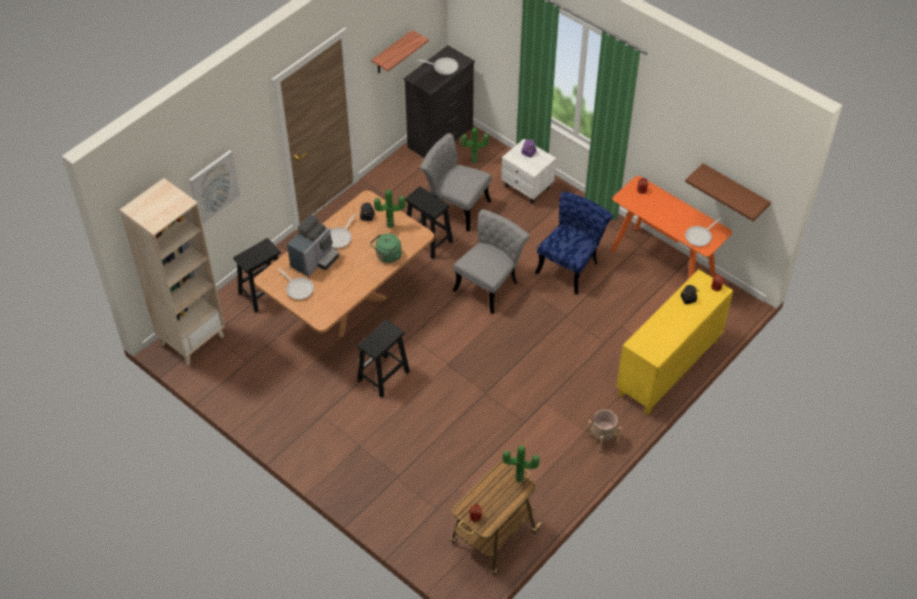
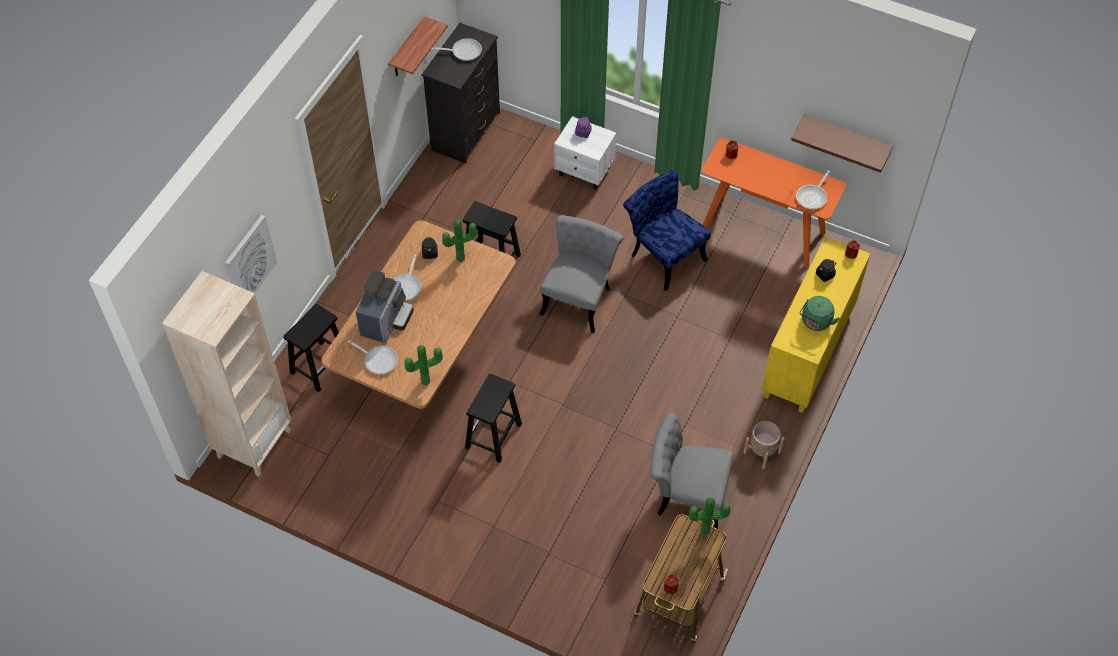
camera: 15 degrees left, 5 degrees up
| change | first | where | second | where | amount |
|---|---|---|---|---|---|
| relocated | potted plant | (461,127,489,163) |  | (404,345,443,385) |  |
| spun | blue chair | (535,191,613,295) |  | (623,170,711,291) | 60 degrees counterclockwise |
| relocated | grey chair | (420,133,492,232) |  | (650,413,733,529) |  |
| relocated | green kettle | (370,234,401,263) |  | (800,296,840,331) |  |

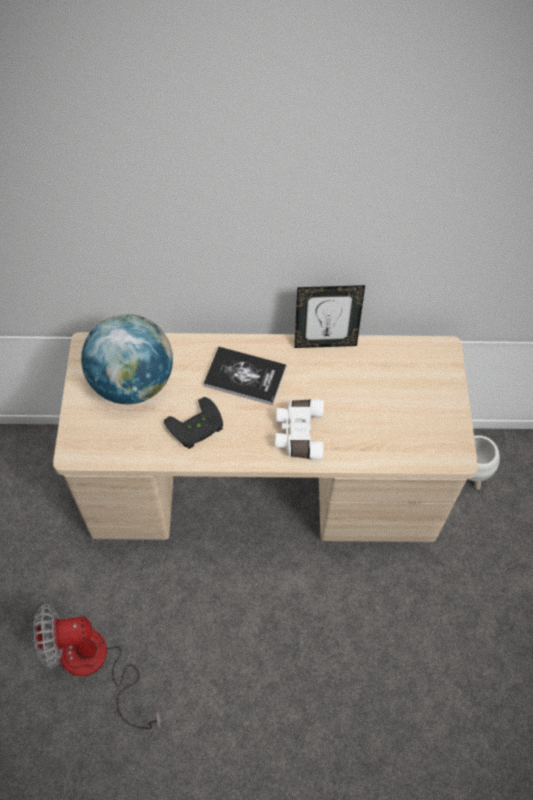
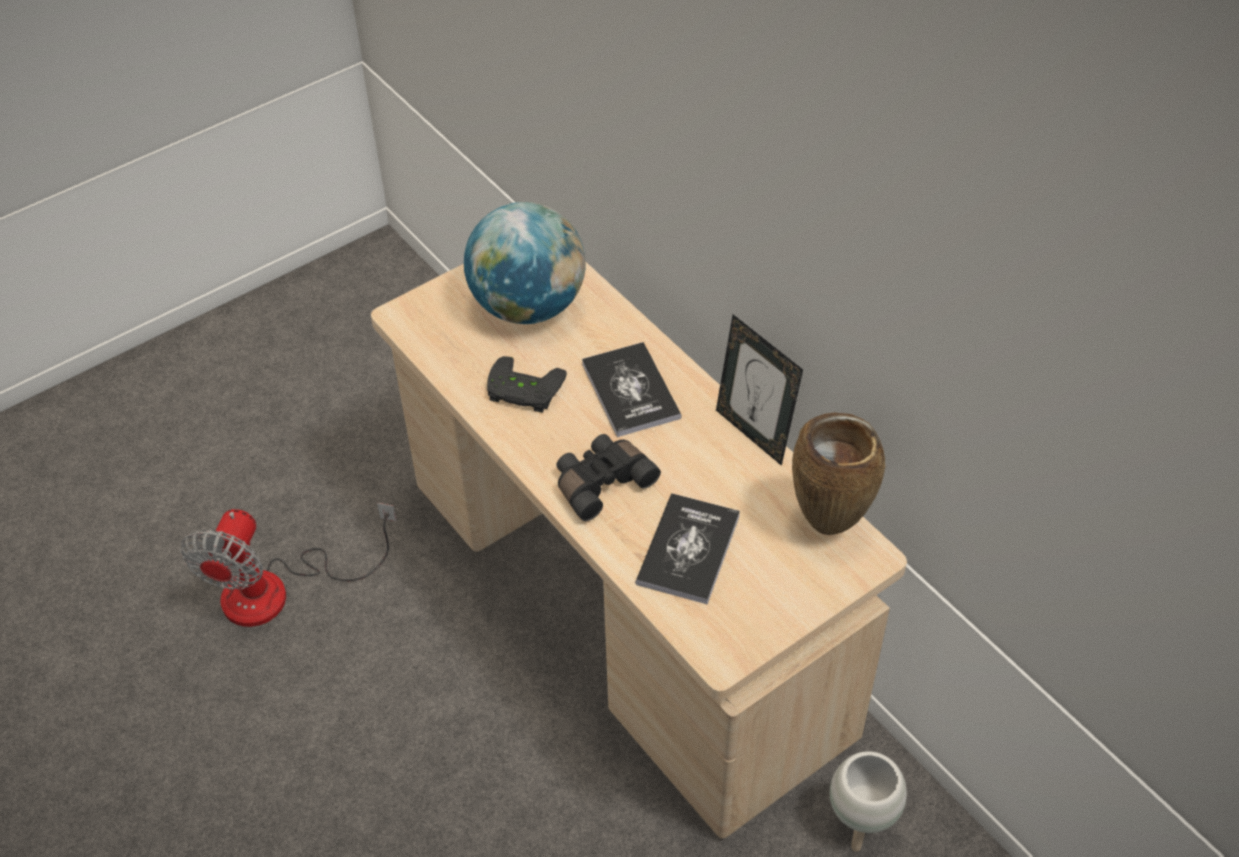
camera: 55 degrees right, 10 degrees down
| change | first | where | second | where | amount |
|---|---|---|---|---|---|
| spun | fan | (34,604,160,729) |  | (180,503,397,627) | 120 degrees counterclockwise |
| colour | white binoculars | (275,399,324,460) | black binoculars | (557,434,661,521) |  |
| appeared |  |  | book | (636,493,740,604) |  |
| appeared |  |  | brown vase | (792,413,885,535) |  |

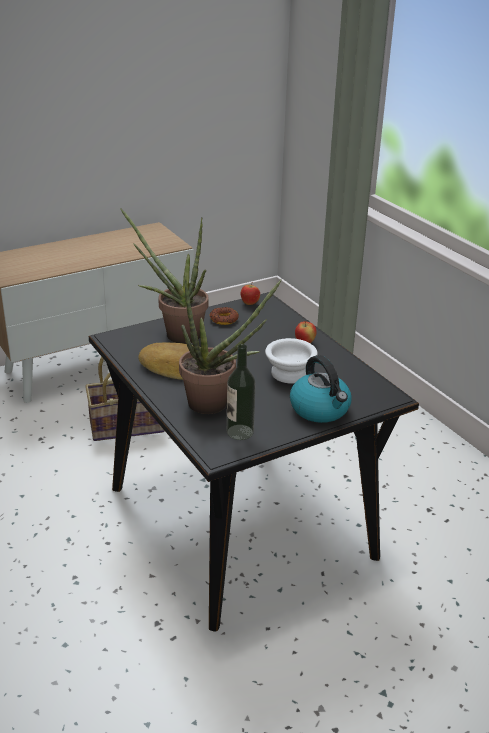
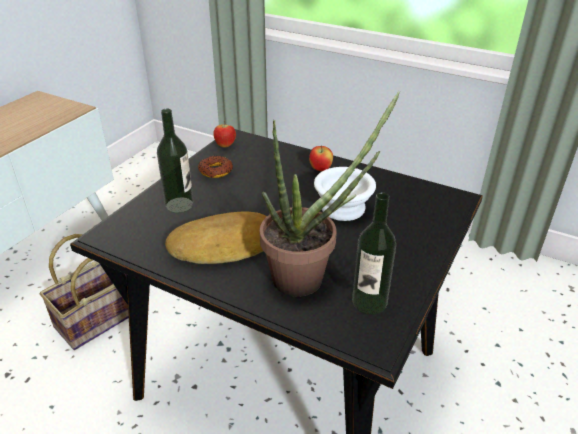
camera: 30 degrees left, 5 degrees up
| change | first | where | second | where | amount |
|---|---|---|---|---|---|
| exchanged | potted plant | (120,208,209,344) | bottle | (157,109,194,213) |  |
| missing | kettle | (290,355,352,423) |  |  |  |

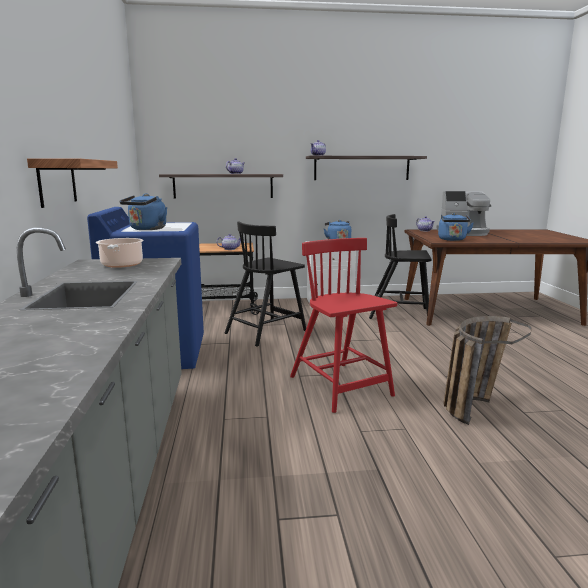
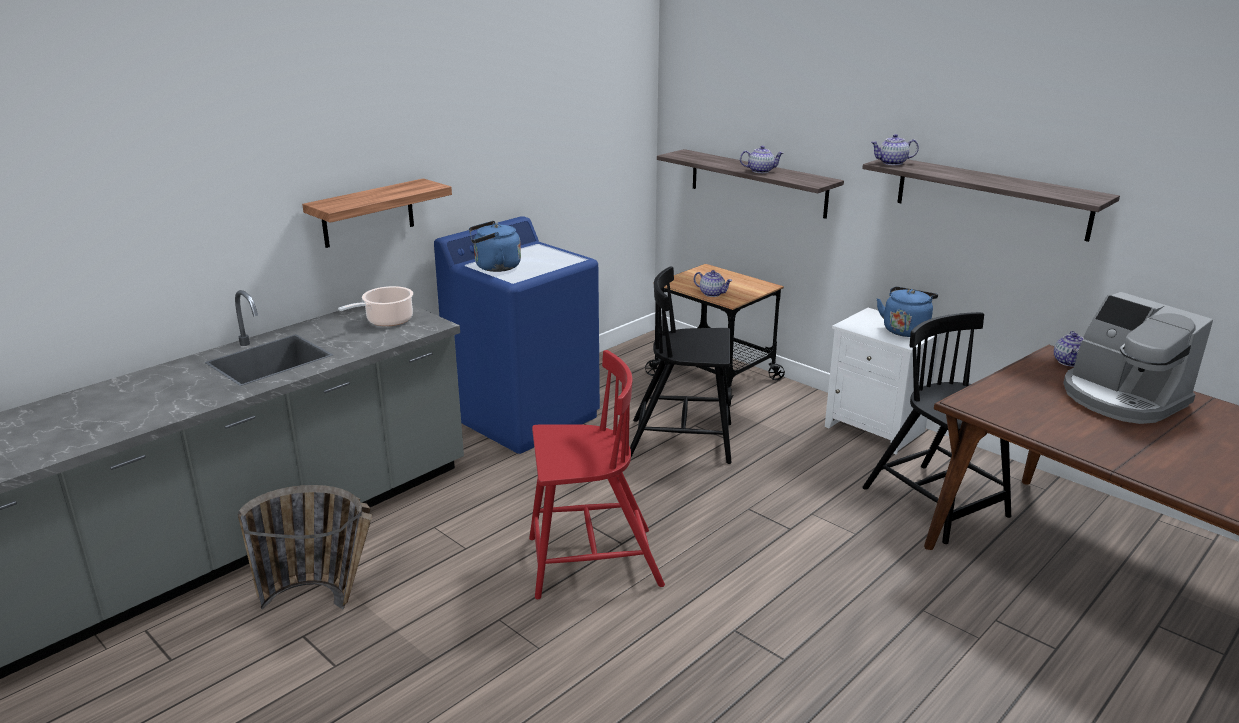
camera: 50 degrees right, 10 degrees up
| change | first | where | second | where | amount |
|---|---|---|---|---|---|
| relocated | basket | (443,316,531,425) |  | (238,485,372,610) |  |
| spun | red chair | (290,238,397,413) |  | (529,350,665,599) | 60 degrees clockwise |
| missing | blue kettle | (438,213,474,241) |  |  |  |

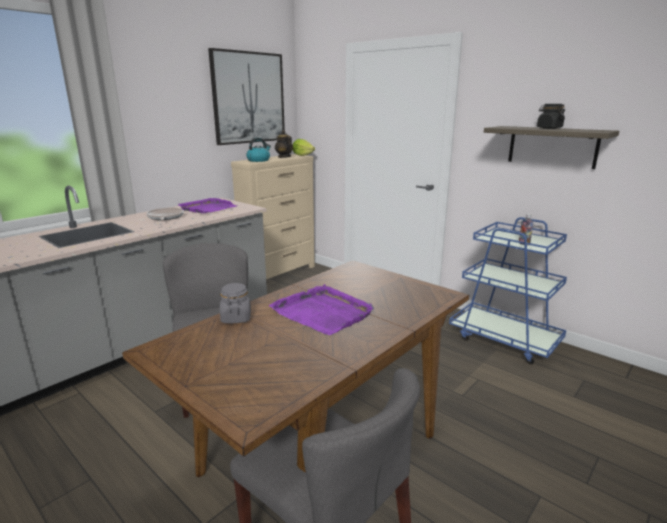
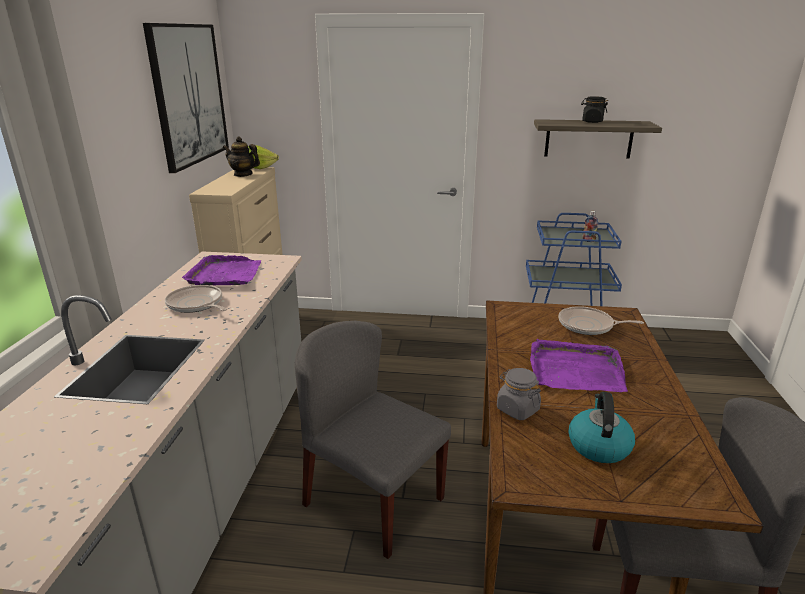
camera: 35 degrees left, 5 degrees up
| change | first | where | second | where | amount |
|---|---|---|---|---|---|
| appeared |  |  | frying pan | (558,306,644,335) |  |
| relocated | kettle | (246,138,271,162) |  | (568,392,635,463) |  |

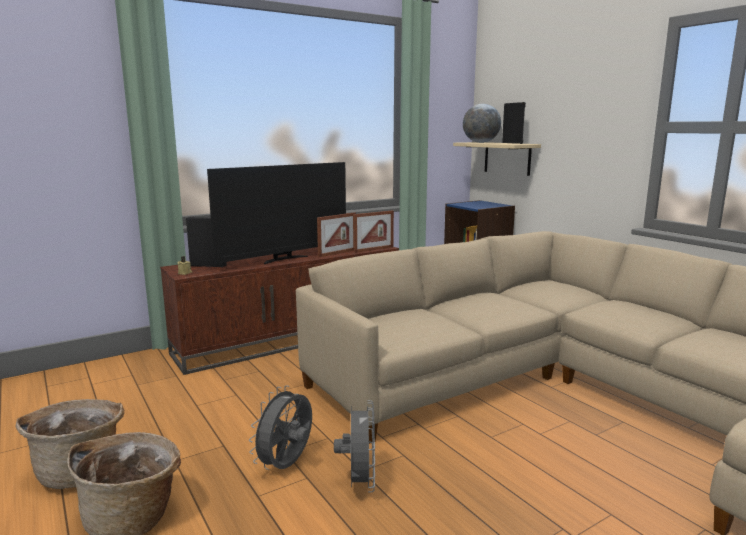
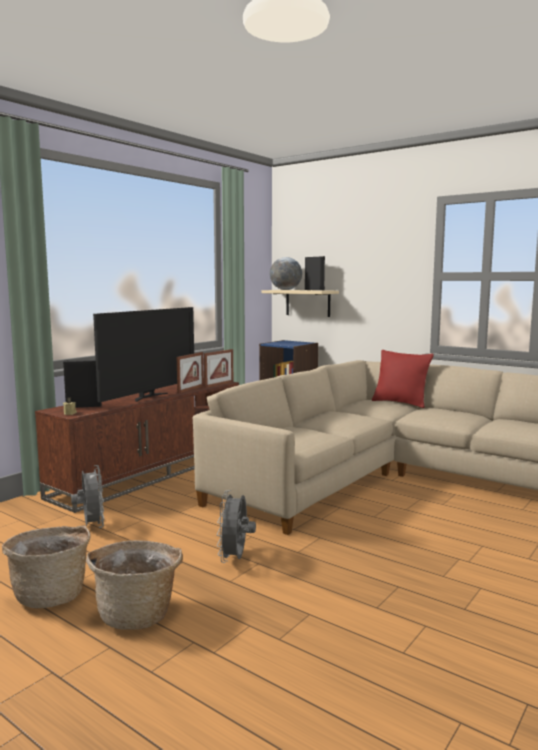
camera: 20 degrees left, 5 degrees down
| change | first | where | second | where | amount |
|---|---|---|---|---|---|
| relocated | grey fan | (334,400,375,493) |  | (71,465,104,528) |  |
| appeared |  |  | red pillow | (372,350,434,408) |  |

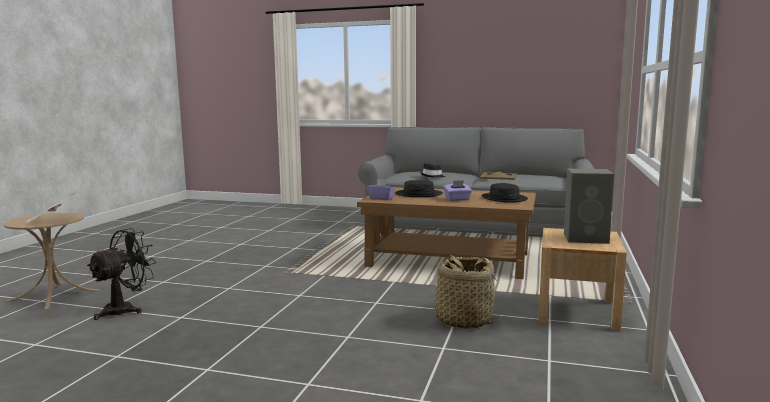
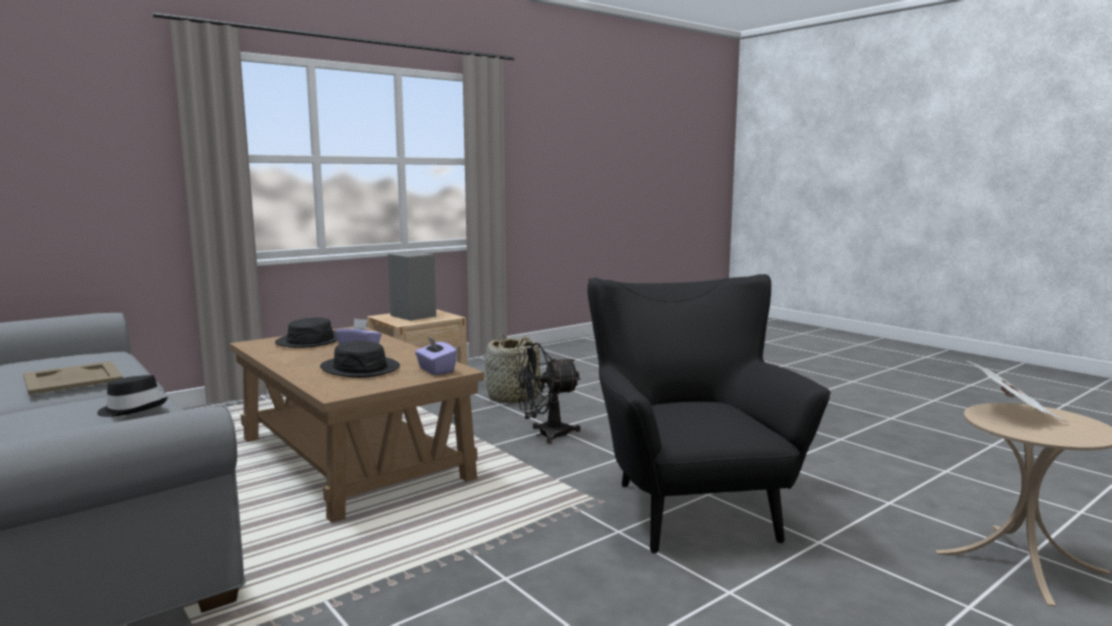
camera: 145 degrees left, 0 degrees up
| change | first | where | second | where | amount |
|---|---|---|---|---|---|
| relocated | black fan | (87,228,156,320) |  | (513,343,581,444) |  |
| appeared |  |  | black armchair | (587,274,831,553) |  |

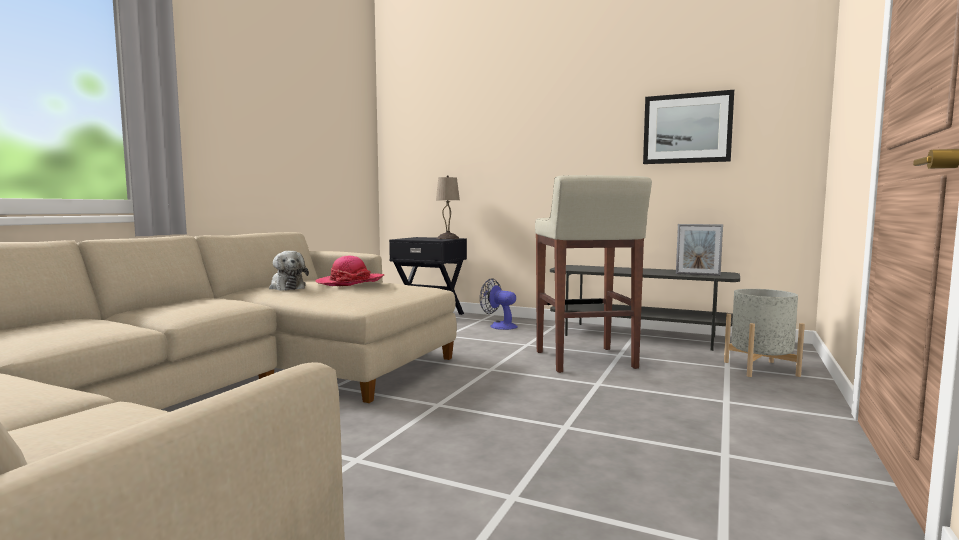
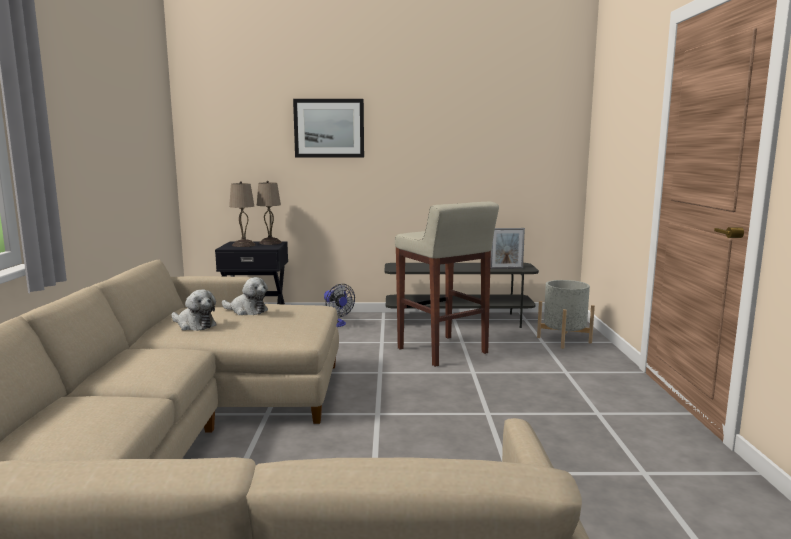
camera: 25 degrees left, 5 degrees up
| change | first | where | second | where | amount |
|---|---|---|---|---|---|
| exchanged | hat | (315,256,385,286) | plush toy | (222,277,268,315) |  |
| appeared |  |  | beige table lamp | (229,181,256,247) |  |
| relocated | picture | (643,90,734,164) |  | (293,99,364,157) |  |
| spun | fan | (480,278,518,330) |  | (324,284,355,327) | 135 degrees counterclockwise |

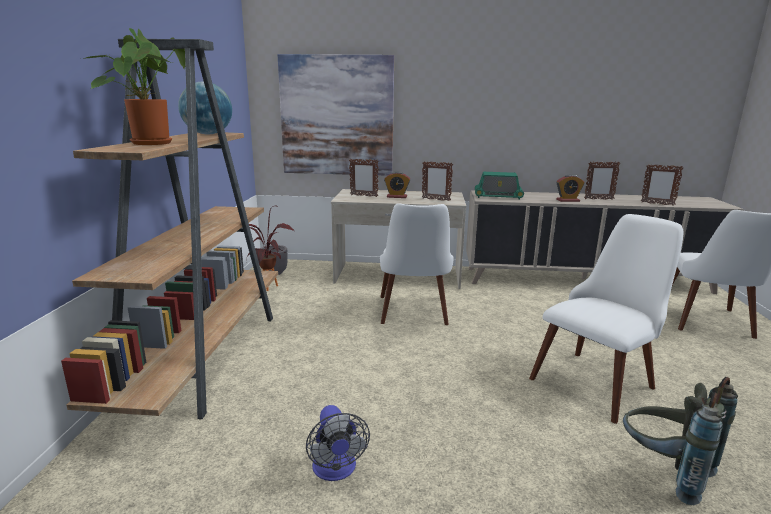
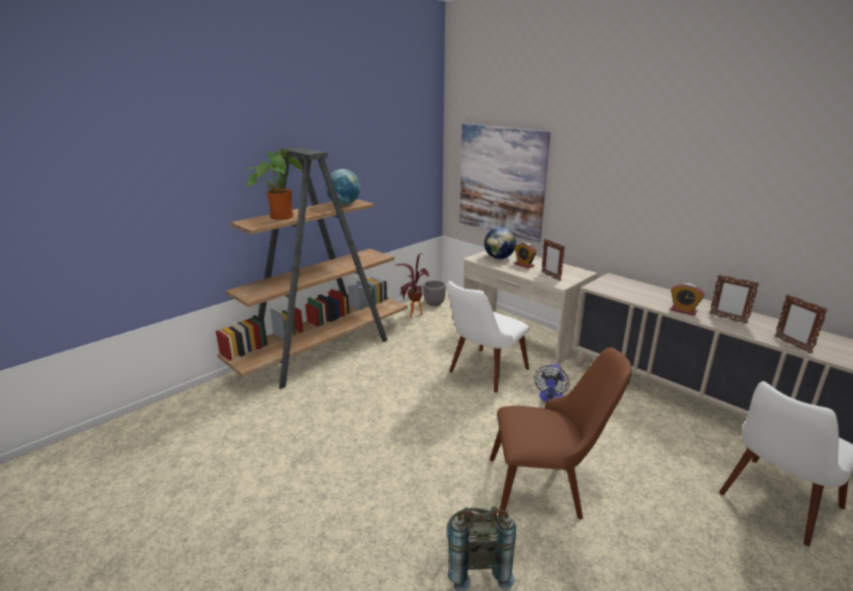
camera: 40 degrees right, 5 degrees up
| change | first | where | second | where | amount |
|---|---|---|---|---|---|
| exchanged | picture frame | (349,159,379,197) | globe | (484,227,516,259) |  |
| colour | white chair | (529,214,683,424) | brown chair | (490,347,632,519) |  |
| relocated | fan | (306,405,370,481) |  | (534,364,569,402) |  |
| missing | radio | (475,172,524,200) |  |  |  |

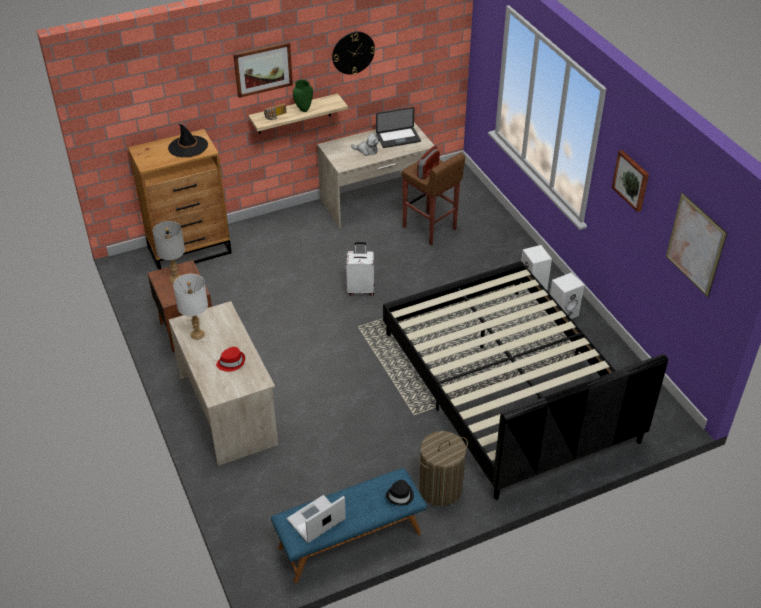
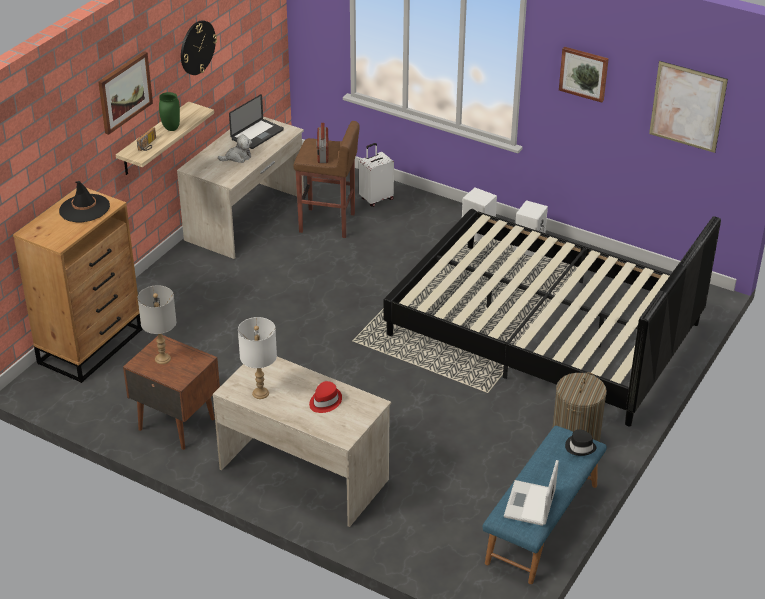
camera: 35 degrees left, 5 degrees down
| change | first | where | second | where | amount |
|---|---|---|---|---|---|
| relocated | white suitcase | (346,242,375,296) |  | (359,143,394,207) |  |

